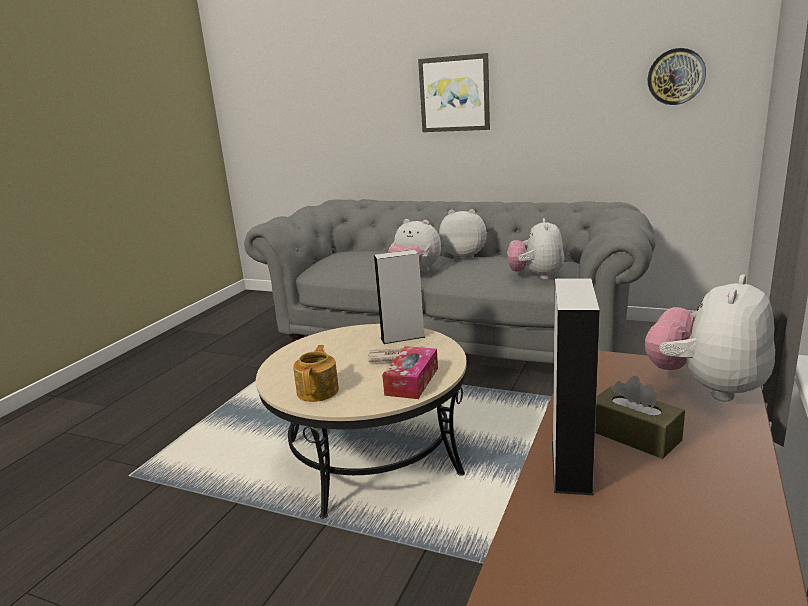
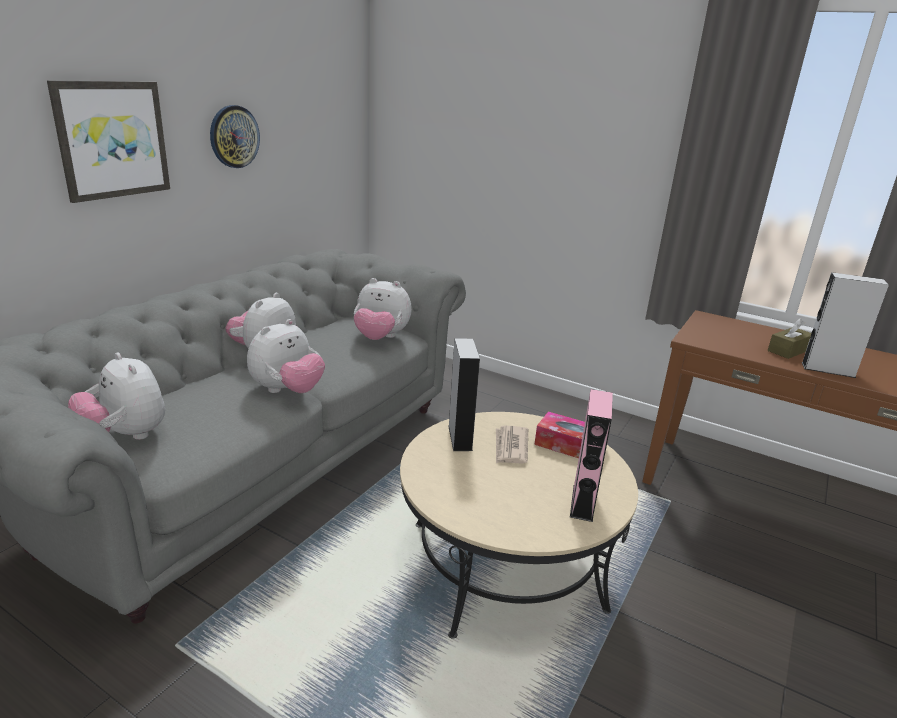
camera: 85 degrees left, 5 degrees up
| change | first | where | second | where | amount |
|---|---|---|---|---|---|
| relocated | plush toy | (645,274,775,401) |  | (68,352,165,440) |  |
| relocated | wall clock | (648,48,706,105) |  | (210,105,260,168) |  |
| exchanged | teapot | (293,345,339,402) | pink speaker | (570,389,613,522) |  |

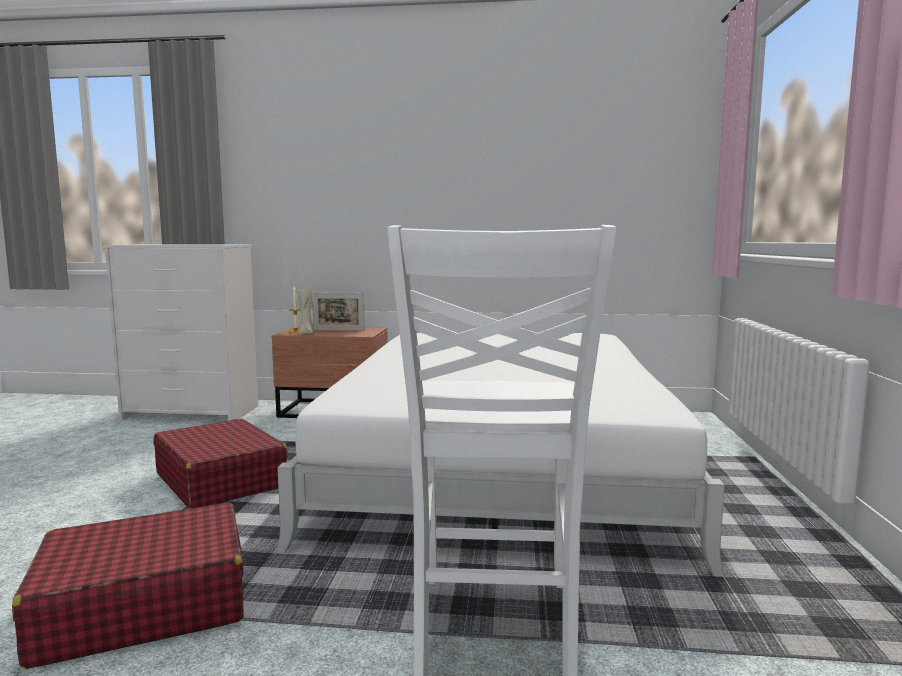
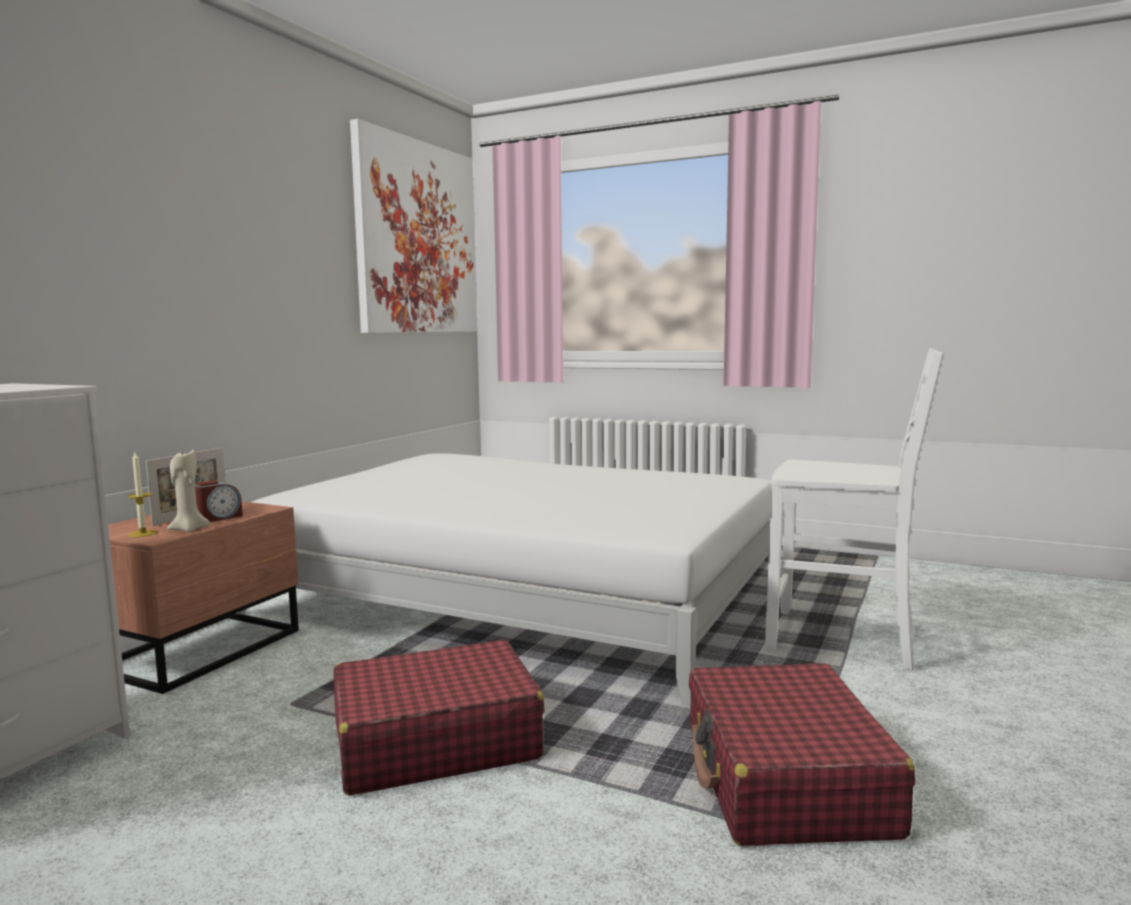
camera: 70 degrees left, 0 degrees up
| change | first | where | second | where | amount |
|---|---|---|---|---|---|
| appeared |  |  | alarm clock | (195,480,243,522) |  |
| appeared |  |  | picture | (350,119,477,333) |  |

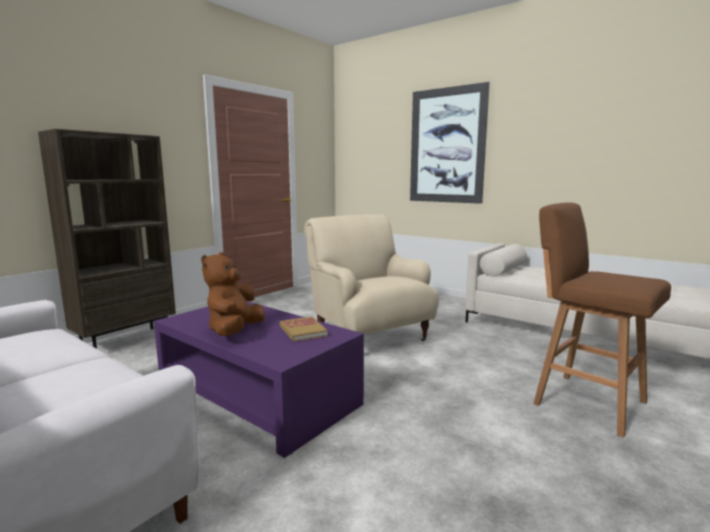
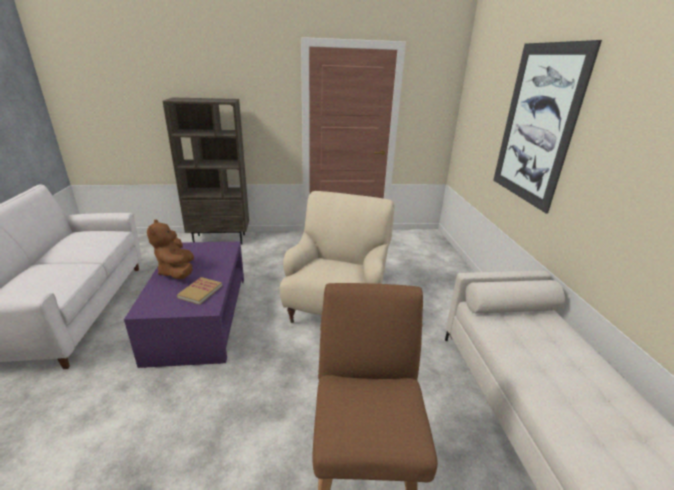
camera: 45 degrees right, 15 degrees up
| change | first | where | second | where | amount |
|---|---|---|---|---|---|
| spun | brown plush toy | (201,252,265,336) |  | (147,219,194,279) | 75 degrees counterclockwise |

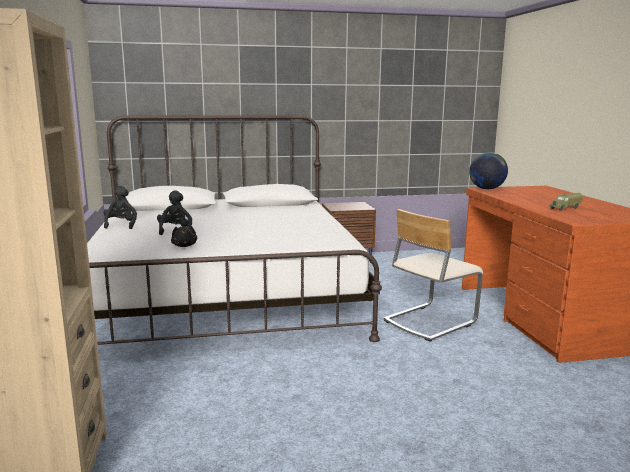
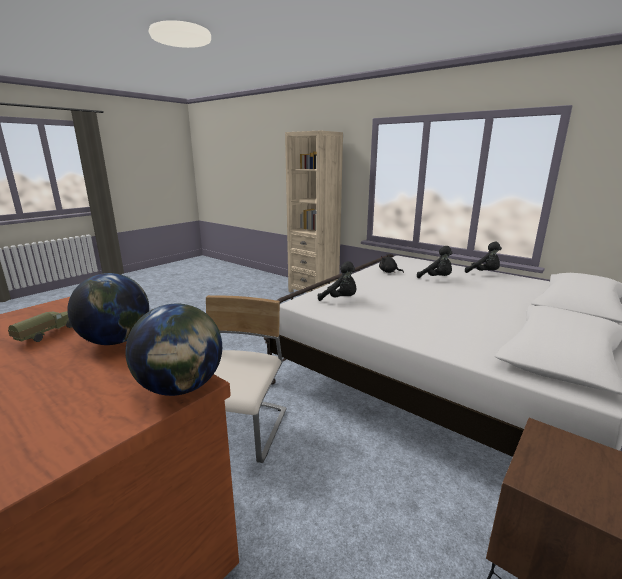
camera: 140 degrees right, 5 degrees up
| change | first | where | second | where | amount |
|---|---|---|---|---|---|
| appeared |  |  | globe | (67,273,149,345) |  |
| appeared |  |  | black plush toy | (318,261,356,301) |  |

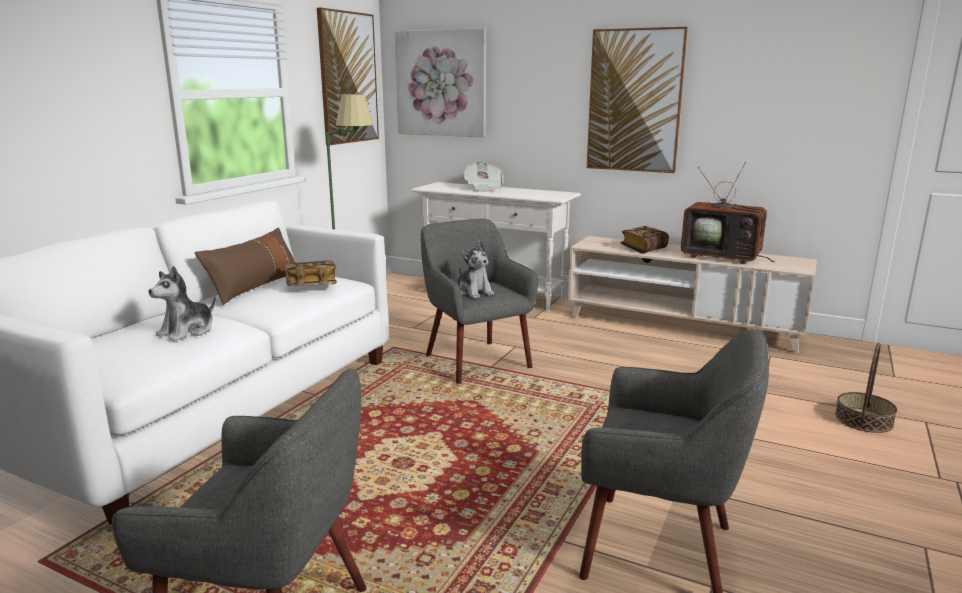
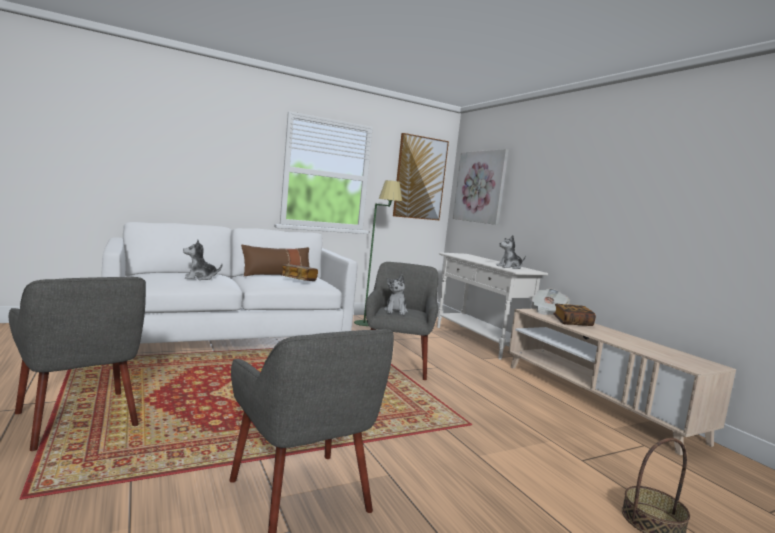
camera: 35 degrees right, 10 degrees down
| change | first | where | second | where | amount |
|---|---|---|---|---|---|
| appeared |  |  | plush toy | (496,235,526,269) |  |
| relocated | newspaper | (463,162,503,192) |  | (531,288,570,315) |  |
| missing | picture | (587,27,688,173) |  |  |  |
| missing | television | (681,161,775,264) |  |  |  |

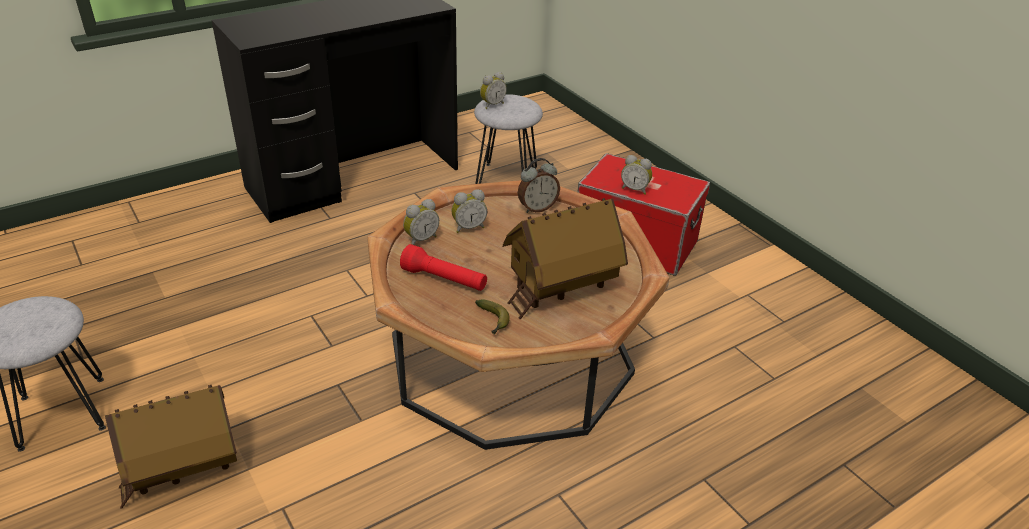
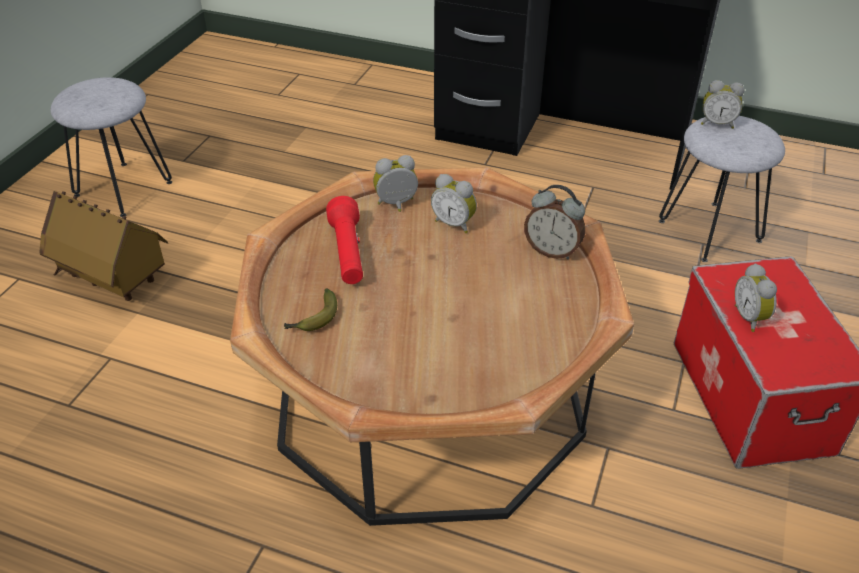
camera: 55 degrees right, 5 degrees up
| change | first | where | second | where | amount |
|---|---|---|---|---|---|
| spun | alarm clock | (403,199,439,245) |  | (373,155,418,212) | 150 degrees clockwise |
| missing | toy house | (503,198,628,319) |  |  |  |

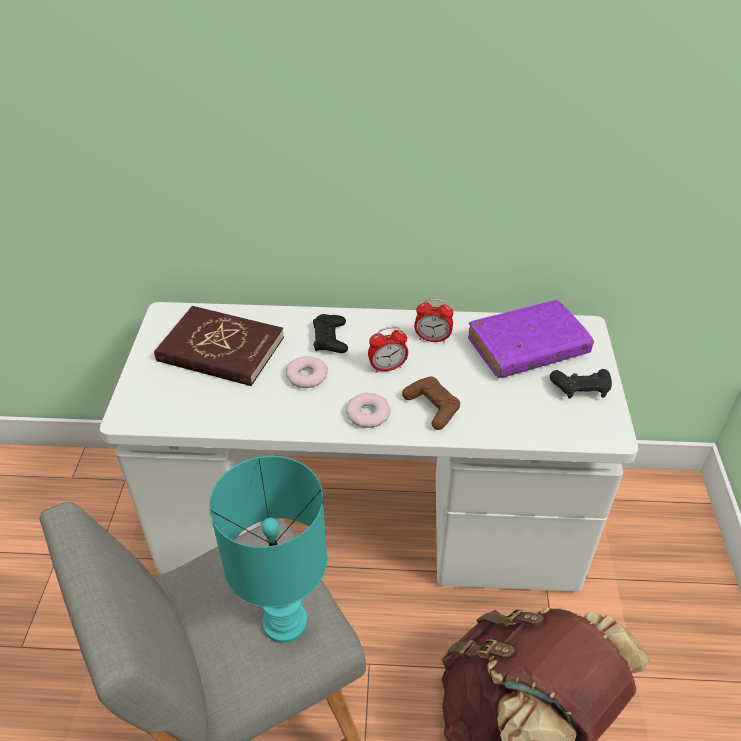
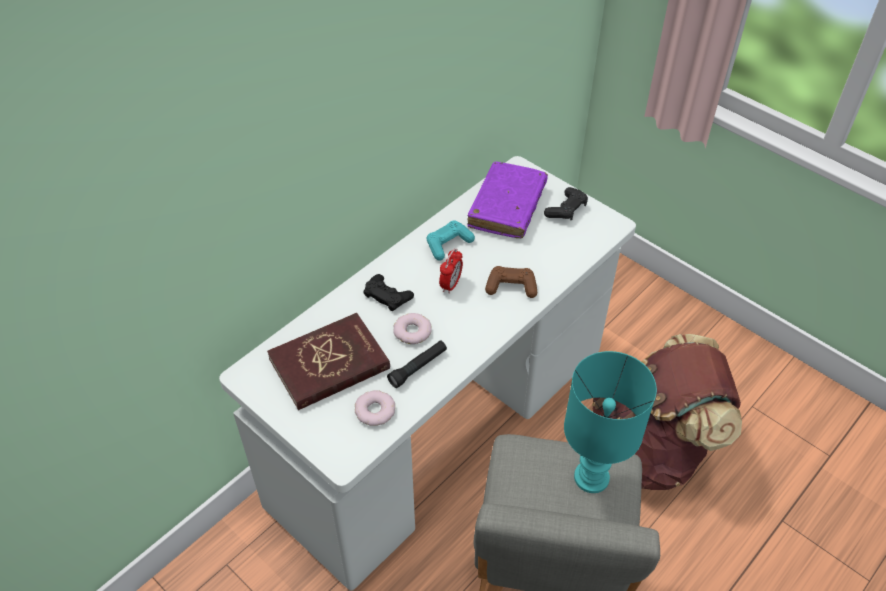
camera: 50 degrees left, 5 degrees up
| change | first | where | second | where | amount |
|---|---|---|---|---|---|
| relocated | donut | (346,393,391,428) |  | (355,390,395,426) |  |
| appeared |  |  | black flashlight | (387,340,447,388) |  |
| exchanged | alarm clock | (414,298,453,343) | turquoise game controller | (426,220,475,261) |  |

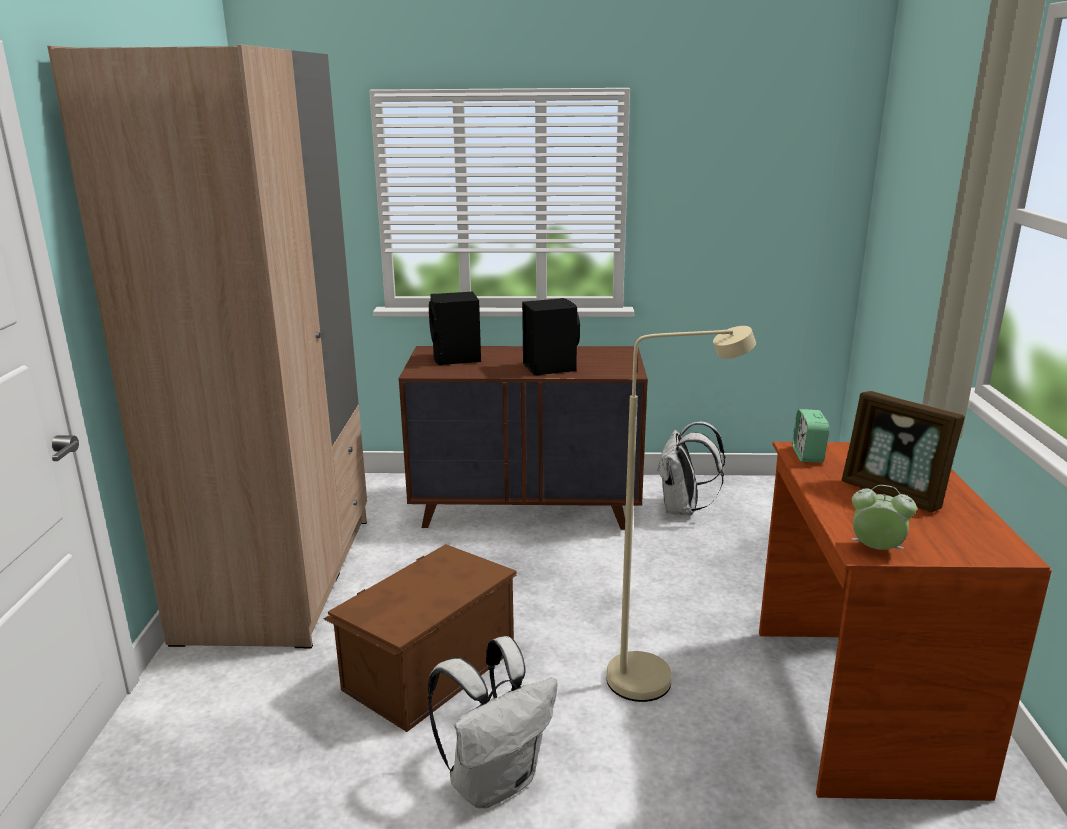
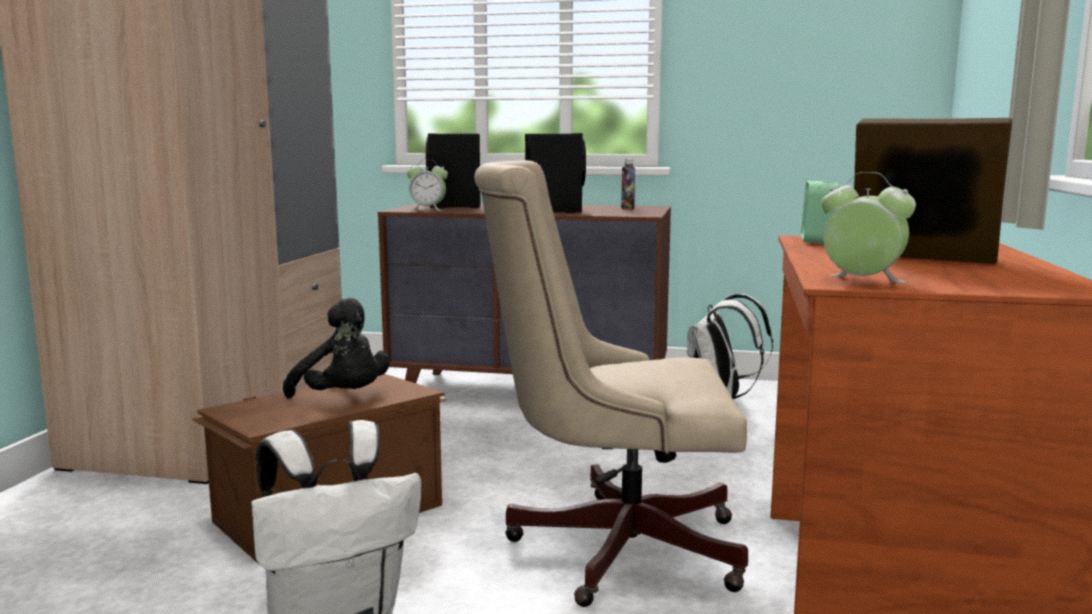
camera: 10 degrees right, 10 degrees down
| change | first | where | second | where | amount |
|---|---|---|---|---|---|
| appeared |  |  | black plush toy | (283,298,390,398) |  |
| appeared |  |  | alarm clock | (407,159,448,211) |  |
| exchanged | beige floor lamp | (606,326,756,702) | beige office chair | (474,160,748,607) |  |
| appeared |  |  | bottle | (621,159,635,209) |  |
| spun | picture frame | (842,391,965,512) |  | (854,118,1012,264) | 150 degrees clockwise |

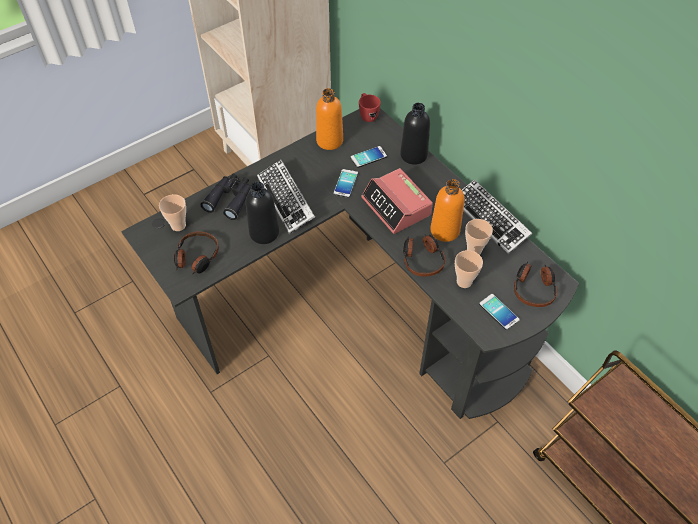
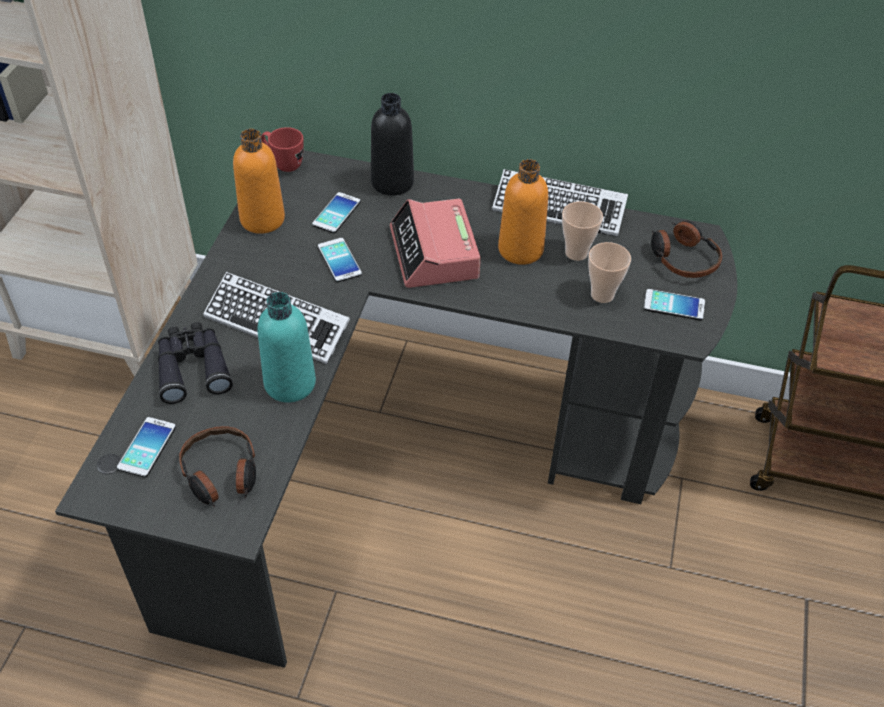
camera: 40 degrees left, 5 degrees down
| change | first | where | second | where | amount |
|---|---|---|---|---|---|
| exchanged | cup | (159,194,186,231) | phone | (117,417,176,477) |  |
| colour | black bottle | (246,182,279,244) | turquoise bottle | (258,292,316,403) |  |
| spun | alarm clock | (361,168,433,234) |  | (390,199,481,288) | 60 degrees clockwise |
| missing | headphones | (403,234,446,277) |  |  |  |

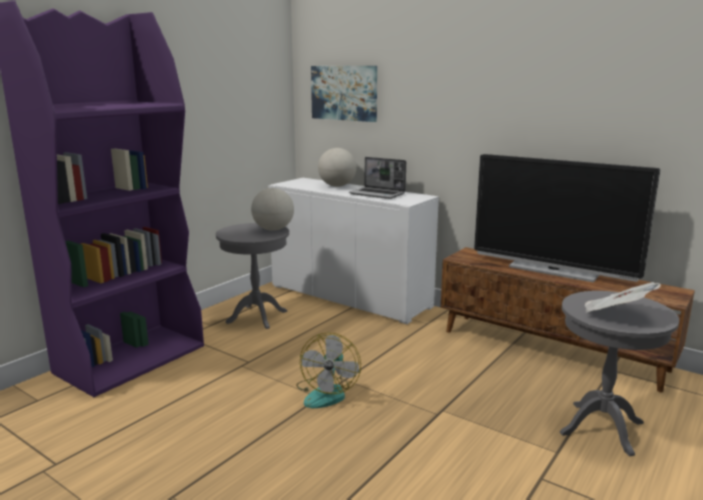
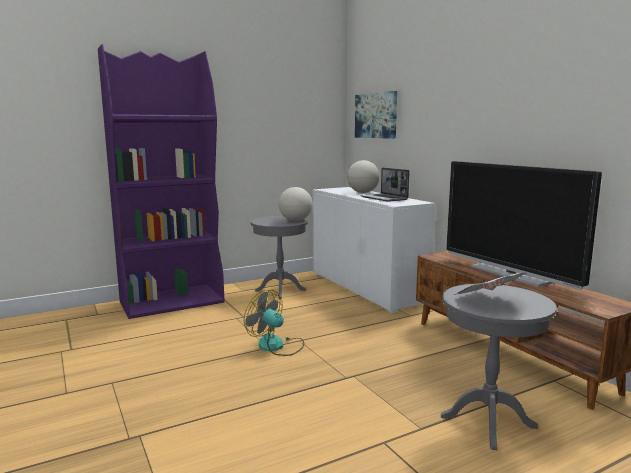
camera: 25 degrees right, 5 degrees down
| change | first | where | second | where | amount |
|---|---|---|---|---|---|
| spun | fan | (296,332,361,408) |  | (244,290,304,356) | 90 degrees clockwise |

